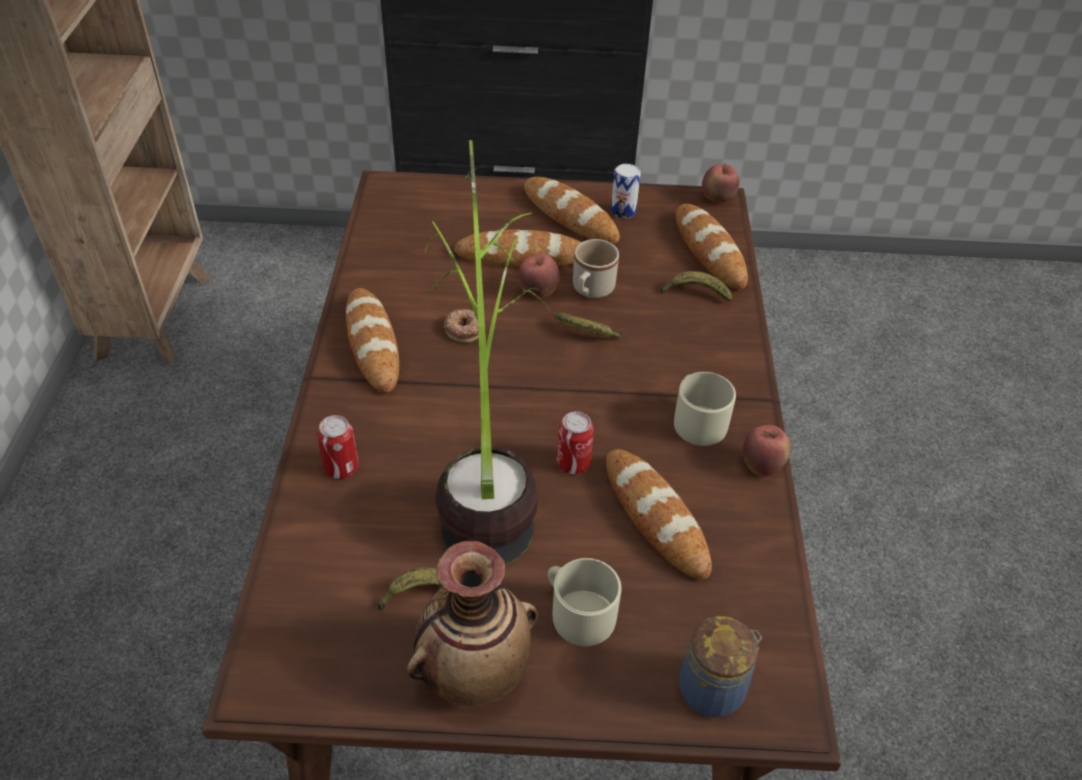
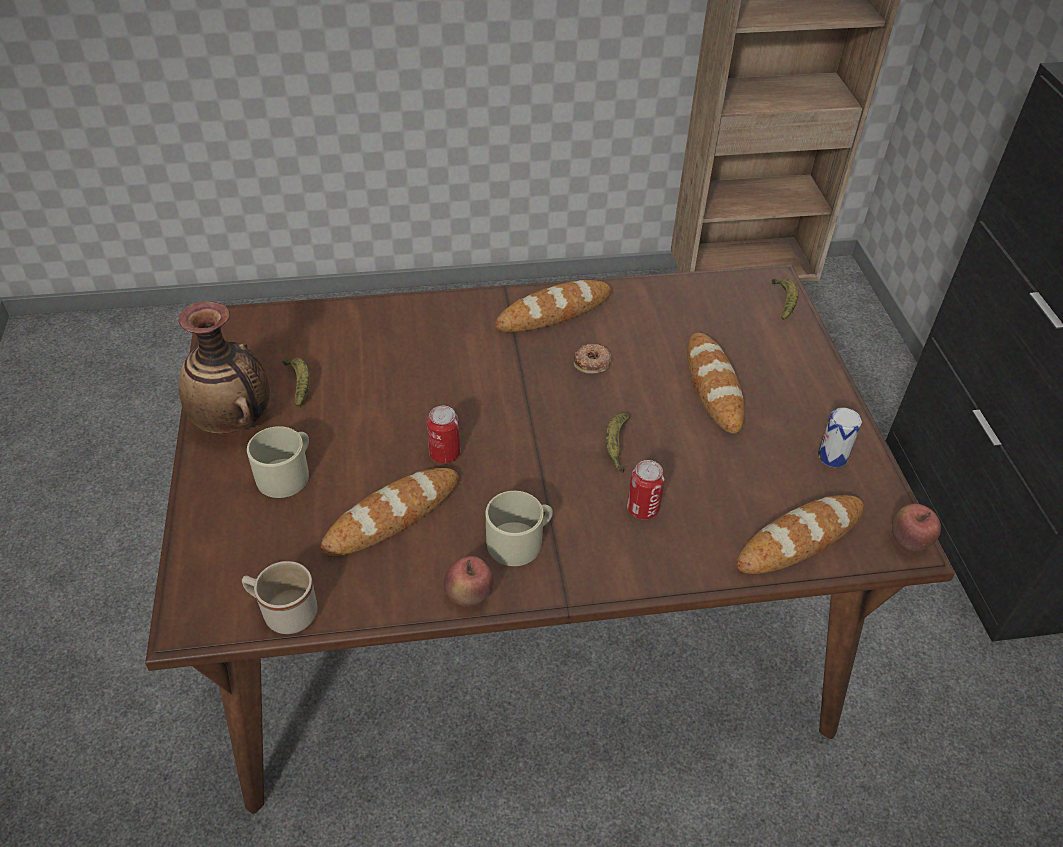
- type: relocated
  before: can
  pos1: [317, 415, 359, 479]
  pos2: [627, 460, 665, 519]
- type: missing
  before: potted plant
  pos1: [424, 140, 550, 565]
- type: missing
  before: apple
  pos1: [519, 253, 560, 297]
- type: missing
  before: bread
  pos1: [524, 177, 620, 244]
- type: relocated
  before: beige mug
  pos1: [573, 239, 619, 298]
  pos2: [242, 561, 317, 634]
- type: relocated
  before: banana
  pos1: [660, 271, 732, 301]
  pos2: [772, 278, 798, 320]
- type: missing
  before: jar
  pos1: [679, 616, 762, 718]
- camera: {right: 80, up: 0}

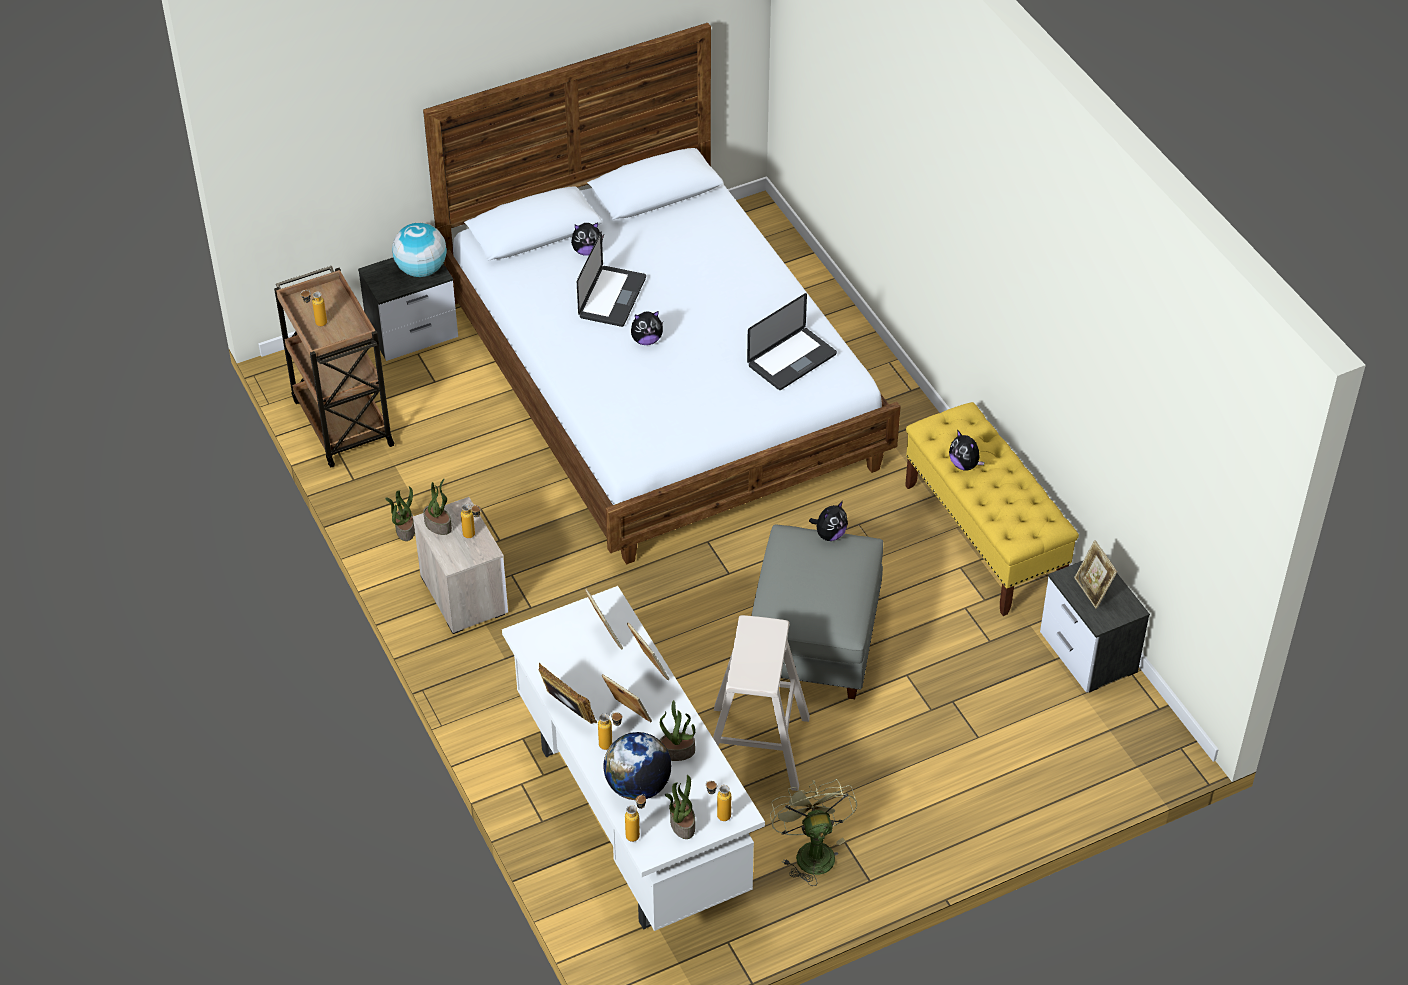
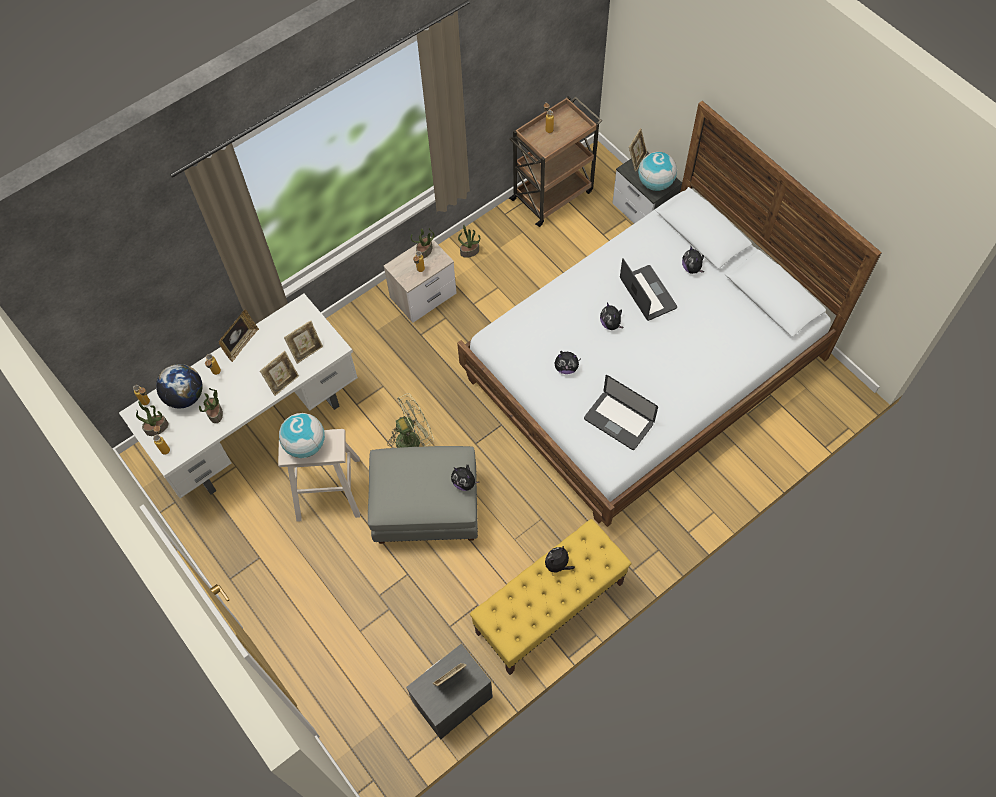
- type: spun
  before: laptop
  pos1: [577, 231, 646, 327]
  pos2: [620, 258, 677, 321]
  turn: -120
- type: relocated
  before: picture frame
  pos1: [602, 674, 652, 722]
  pos2: [629, 128, 647, 172]
- type: relocated
  before: green fan
  pos1: [770, 779, 857, 886]
  pos2: [387, 393, 434, 448]
- type: appeared
  after: globe
  pos2: [279, 413, 325, 458]
- type: appeared
  after: plush toy
  pos2: [554, 351, 580, 374]
- camera: {right: 80, up: 15}

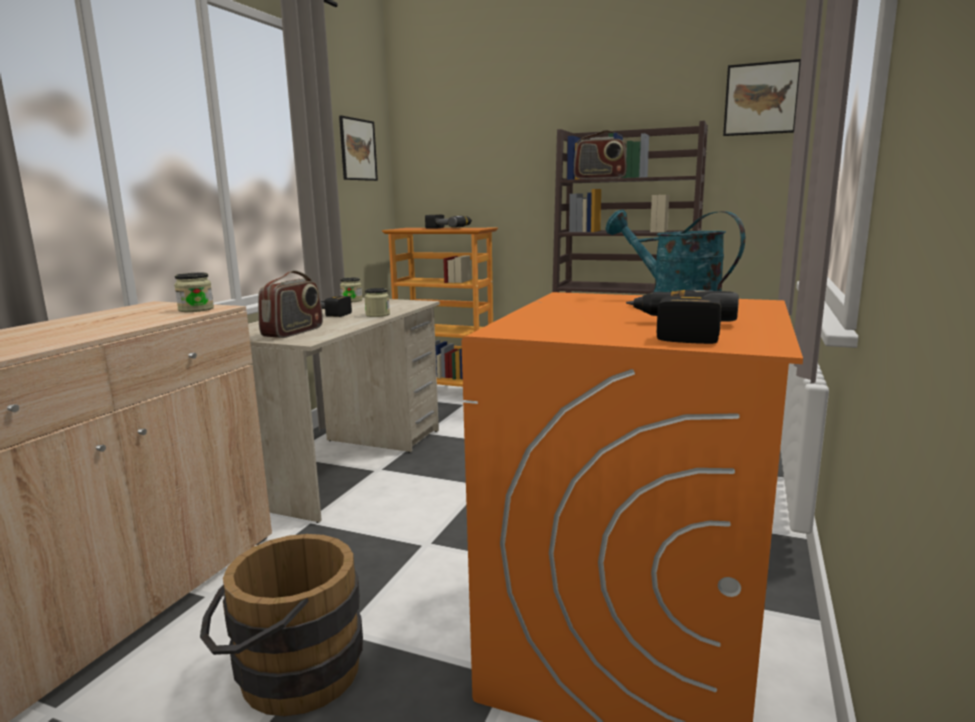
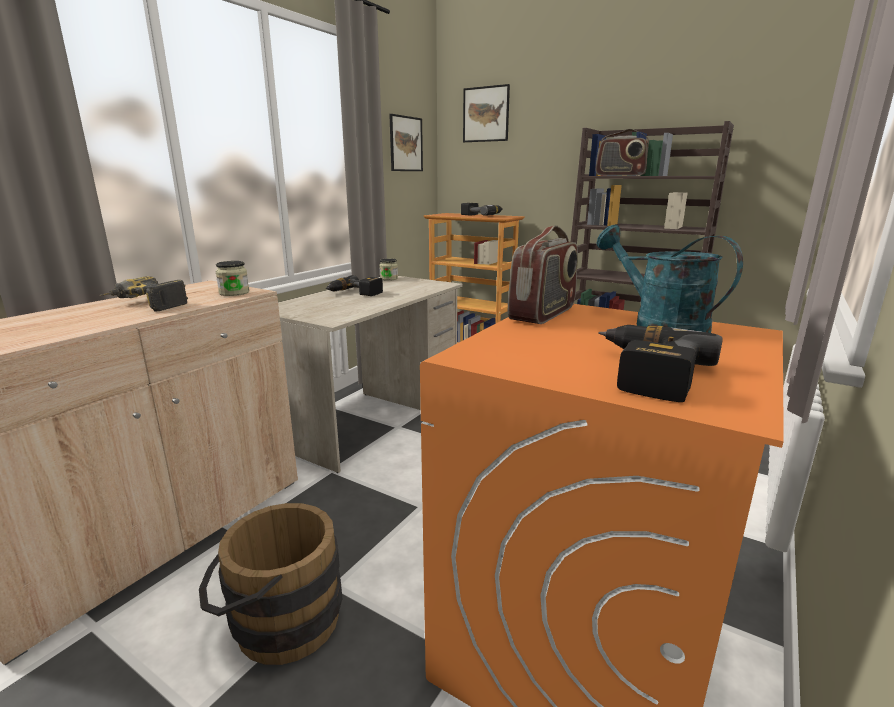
- type: relocated
  before: radio
  pos1: [258, 270, 323, 338]
  pos2: [508, 225, 578, 324]
- type: missing
  before: jar
  pos1: [364, 288, 390, 317]
- type: relocated
  before: picture
  pos1: [723, 59, 801, 136]
  pos2: [463, 84, 510, 142]
- type: appeared
  after: power drill
  pos2: [99, 276, 188, 312]
- camera: {right: 10, up: 5}

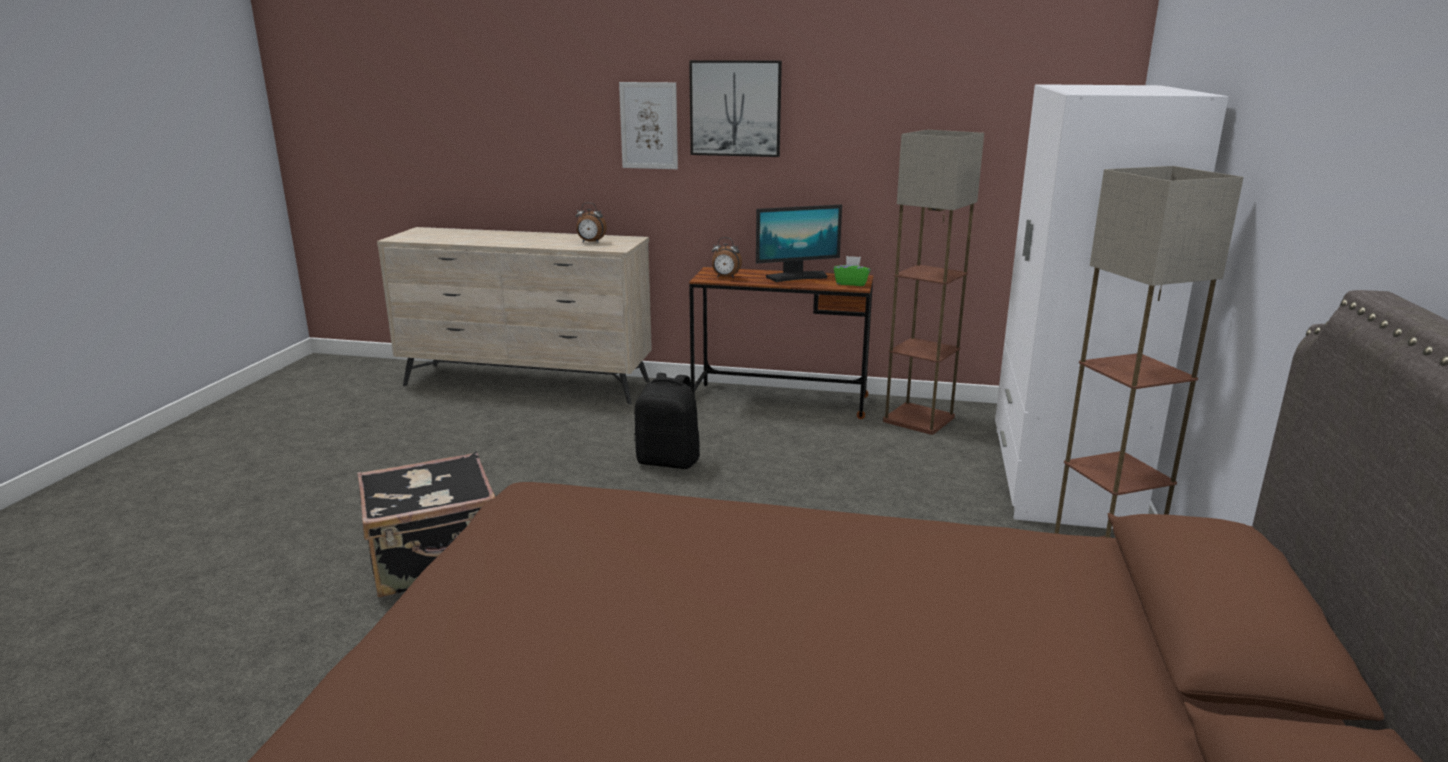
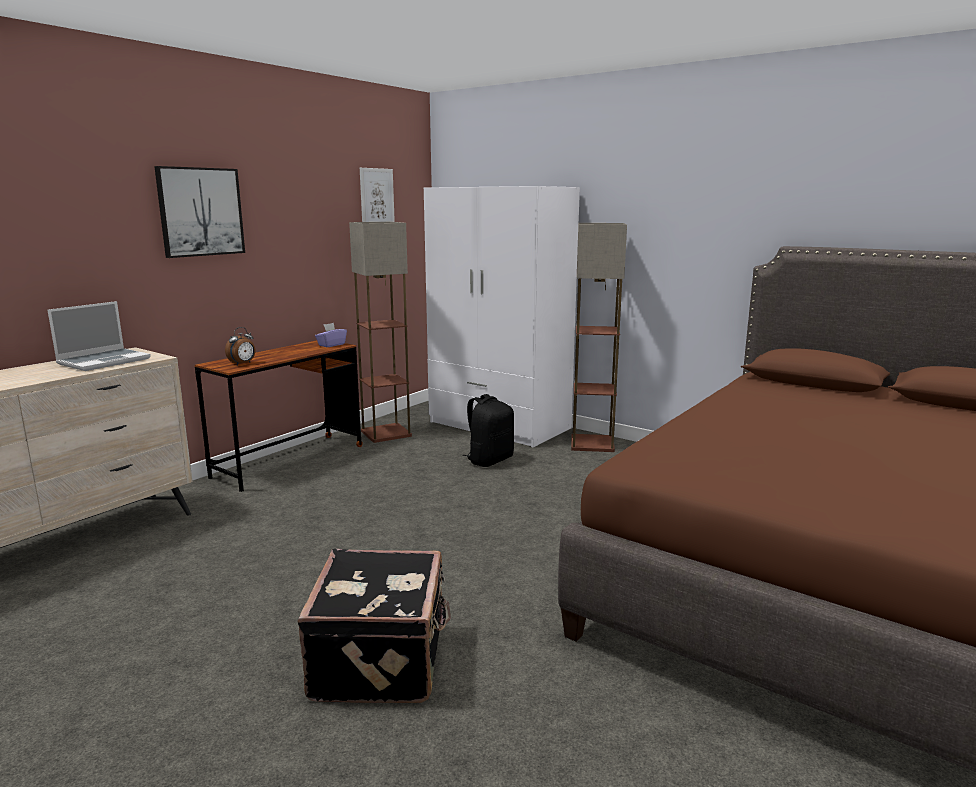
- type: exchanged
  before: alarm clock
  after: laptop
  pos1: [576, 203, 607, 243]
  pos2: [48, 301, 151, 371]
- type: relocated
  before: picture
  pos1: [619, 82, 678, 169]
  pos2: [360, 168, 395, 222]
- type: relocated
  before: black backpack
  pos1: [634, 373, 700, 469]
  pos2: [462, 394, 514, 467]
- type: missing
  before: monitor
  pos1: [756, 204, 842, 282]
- type: colour
  before: green tissue box
  after: purple tissue box
  pos1: [834, 256, 870, 286]
  pos2: [315, 323, 347, 347]
- camera: {right: -65, up: -5}

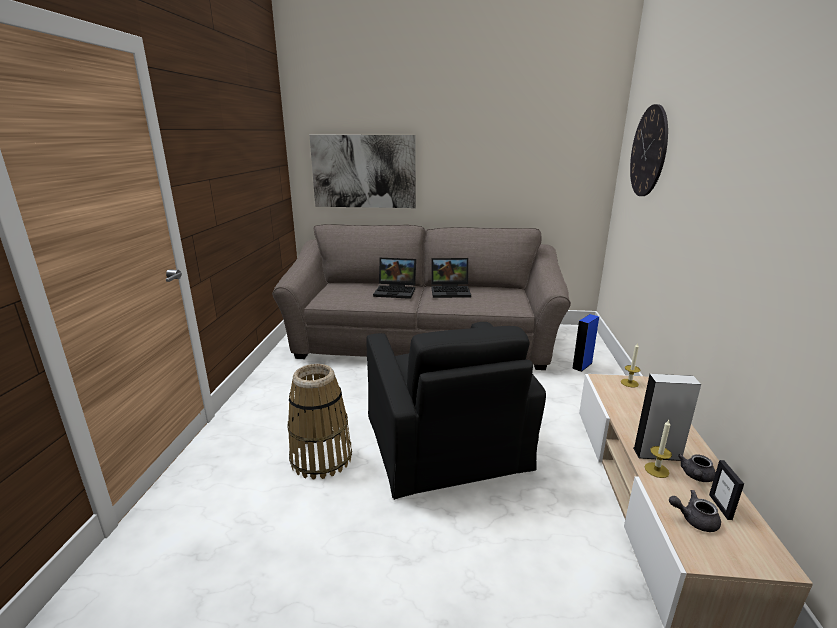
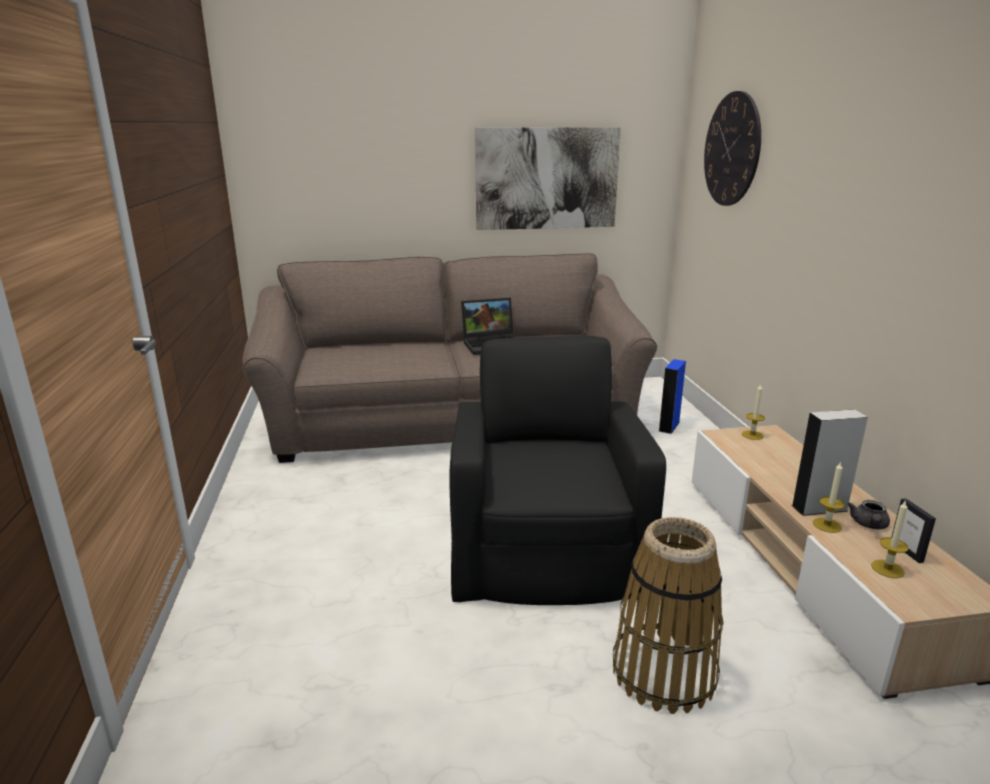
- type: relocated
  before: basket
  pos1: [287, 364, 352, 480]
  pos2: [613, 517, 724, 714]
- type: relocated
  before: picture
  pos1: [310, 135, 416, 208]
  pos2: [475, 127, 621, 230]
- type: spun
  before: black armchair
  pos1: [366, 322, 546, 500]
  pos2: [449, 336, 666, 605]
  turn: -150
- type: missing
  before: laptop
  pos1: [373, 258, 416, 299]
- type: exchanged
  before: grey teapot
  after: candle
  pos1: [669, 490, 721, 532]
  pos2: [871, 500, 909, 578]
- camera: {right: -15, up: 0}

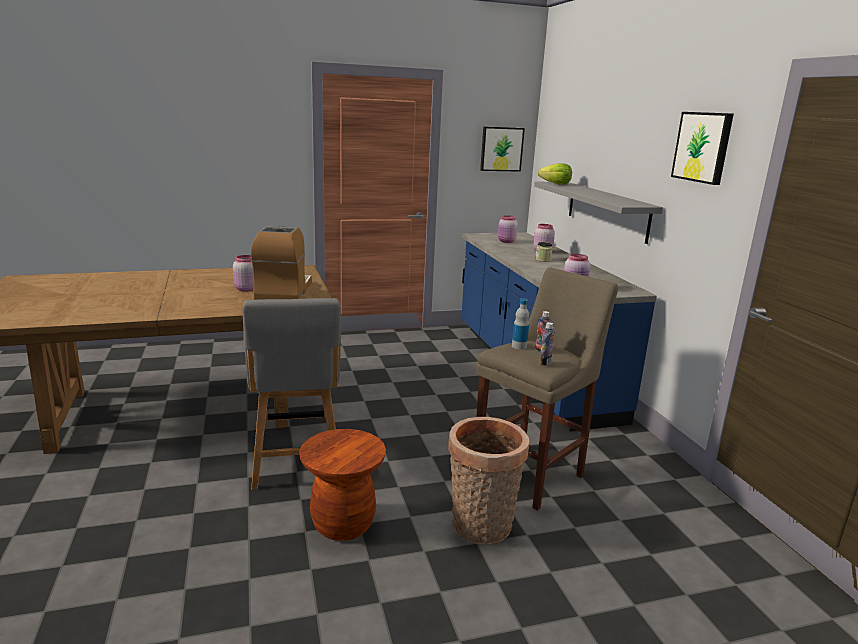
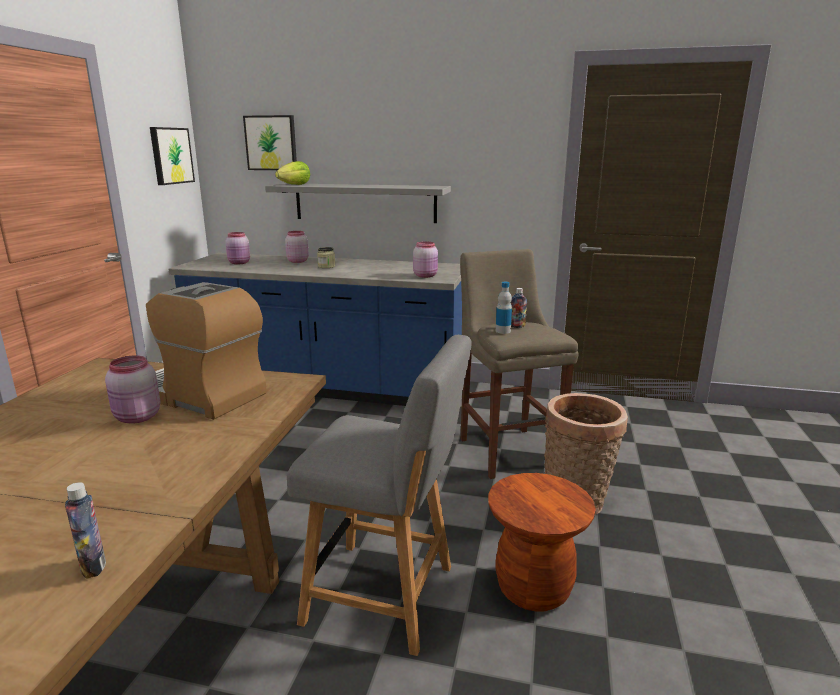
- type: relocated
  before: bottle
  pos1: [539, 322, 555, 366]
  pos2: [65, 482, 106, 579]
- type: relocated
  before: picture
  pos1: [671, 112, 734, 185]
  pos2: [243, 115, 297, 170]
- camera: {right: -60, up: 0}

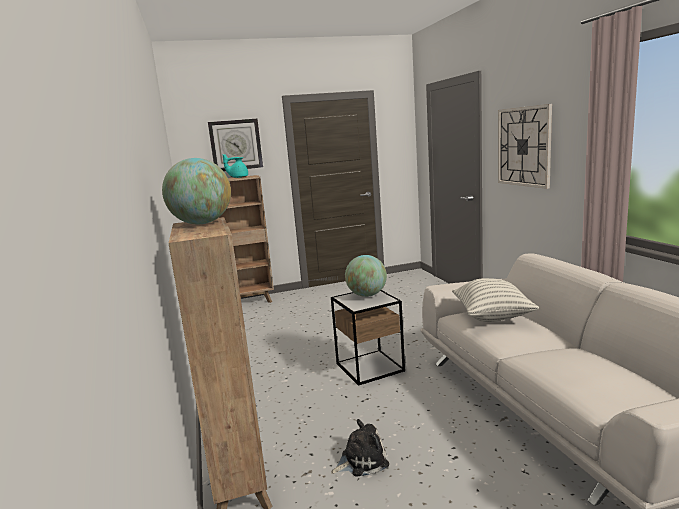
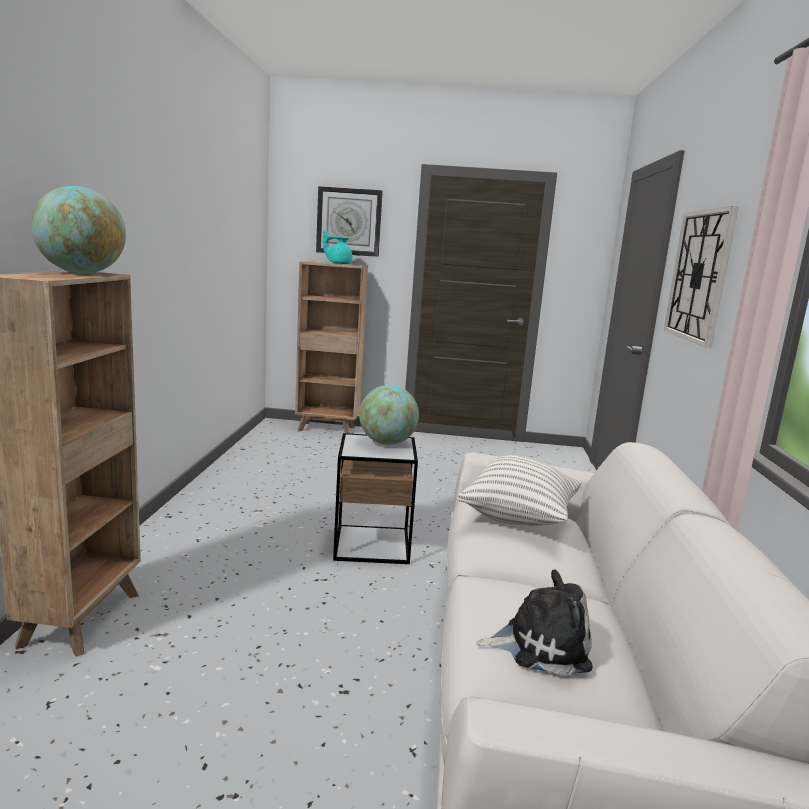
- type: relocated
  before: plush toy
  pos1: [331, 419, 389, 477]
  pos2: [476, 570, 593, 676]
- camera: {right: 20, up: 0}

